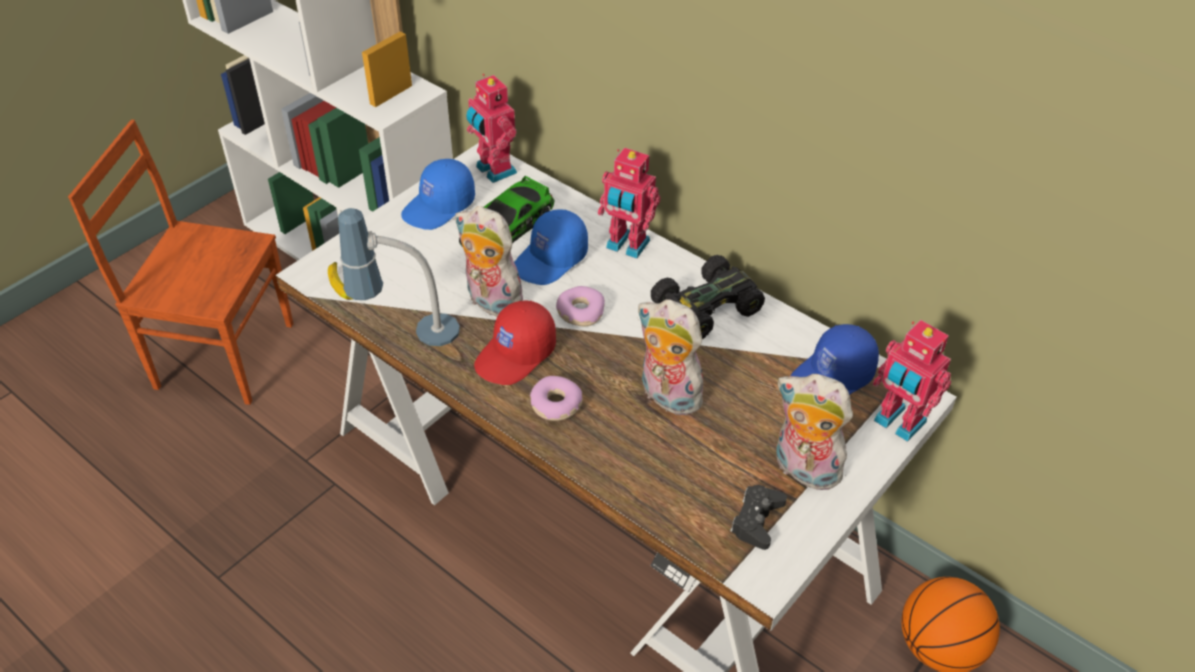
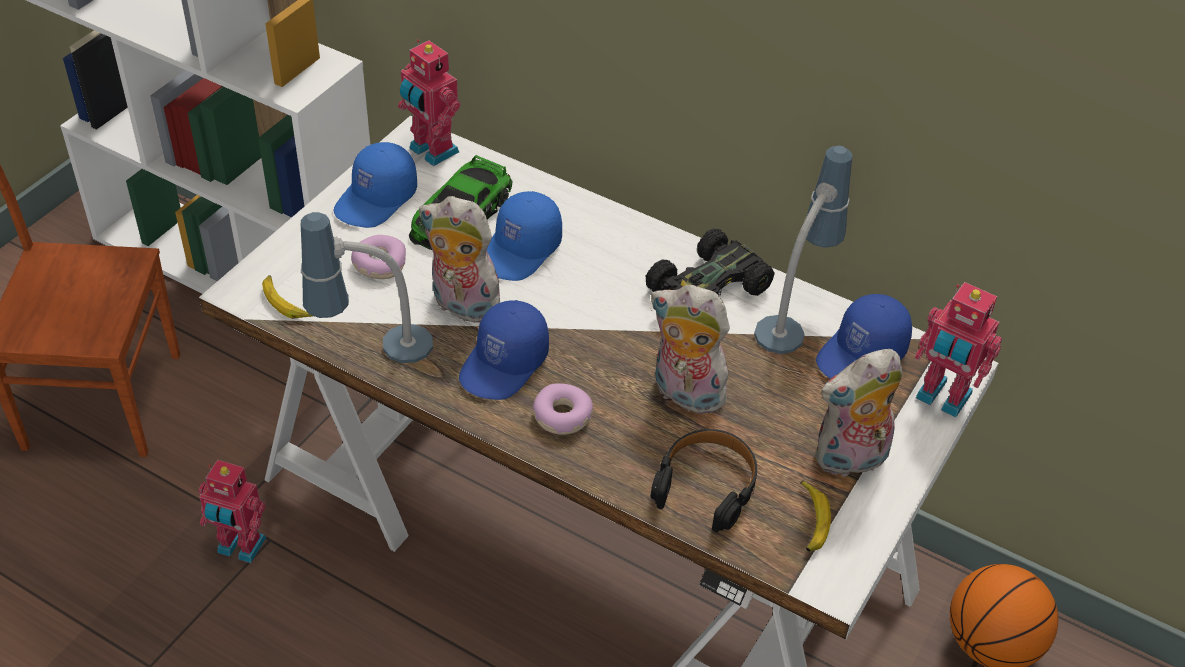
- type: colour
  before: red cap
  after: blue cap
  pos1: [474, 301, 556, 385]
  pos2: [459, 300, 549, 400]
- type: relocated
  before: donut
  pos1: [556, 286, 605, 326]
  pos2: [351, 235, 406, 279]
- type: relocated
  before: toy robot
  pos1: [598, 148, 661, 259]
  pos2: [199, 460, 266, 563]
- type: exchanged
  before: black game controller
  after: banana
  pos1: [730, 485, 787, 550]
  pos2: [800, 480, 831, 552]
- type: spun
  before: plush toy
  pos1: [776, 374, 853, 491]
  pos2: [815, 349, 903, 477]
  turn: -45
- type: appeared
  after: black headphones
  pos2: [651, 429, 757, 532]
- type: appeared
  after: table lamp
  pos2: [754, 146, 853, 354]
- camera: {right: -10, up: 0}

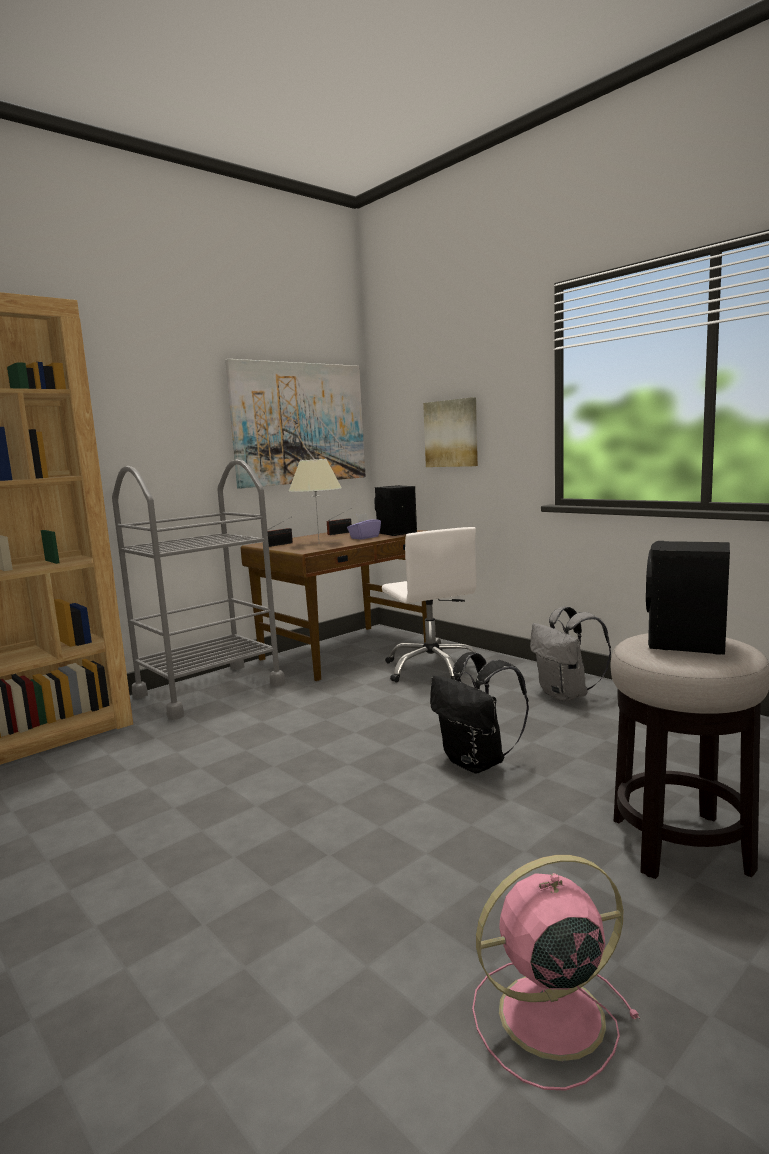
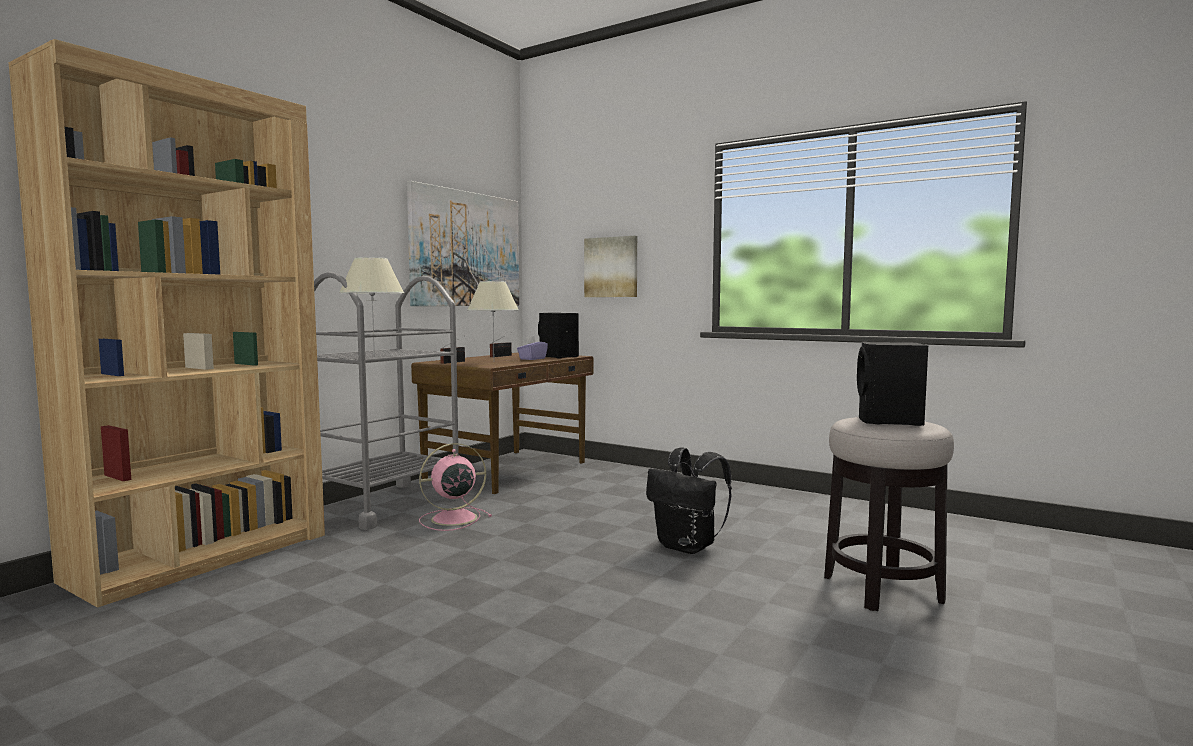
- type: missing
  before: white office chair
  pos1: [382, 527, 477, 682]
- type: relocated
  before: pink fan
  pos1: [472, 855, 640, 1091]
  pos2: [419, 443, 492, 531]
- type: missing
  before: grey backpack
  pos1: [530, 606, 611, 701]
- type: appeared
  after: beige table lamp
  pos2: [339, 257, 404, 357]
- camera: {right: -15, up: -5}

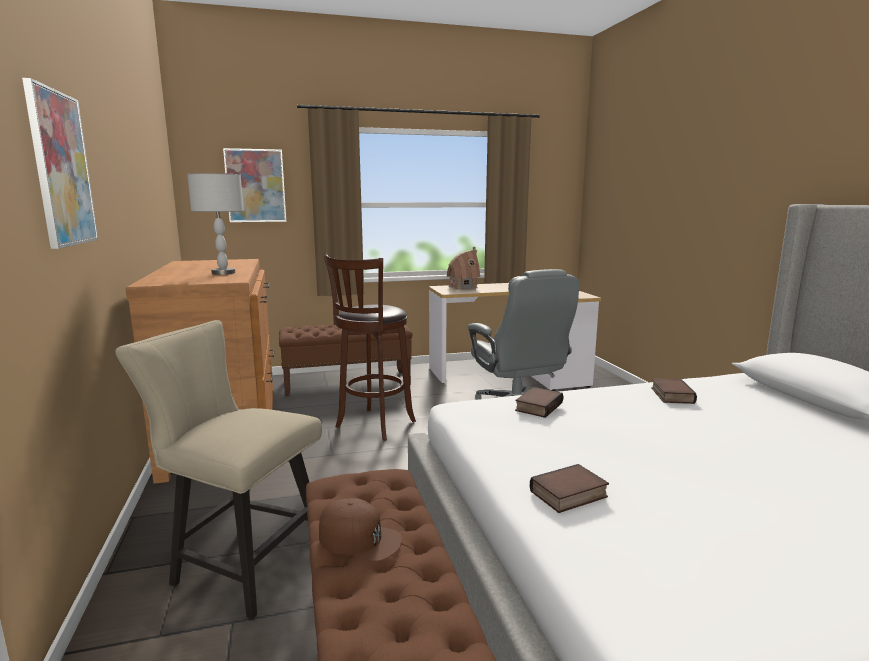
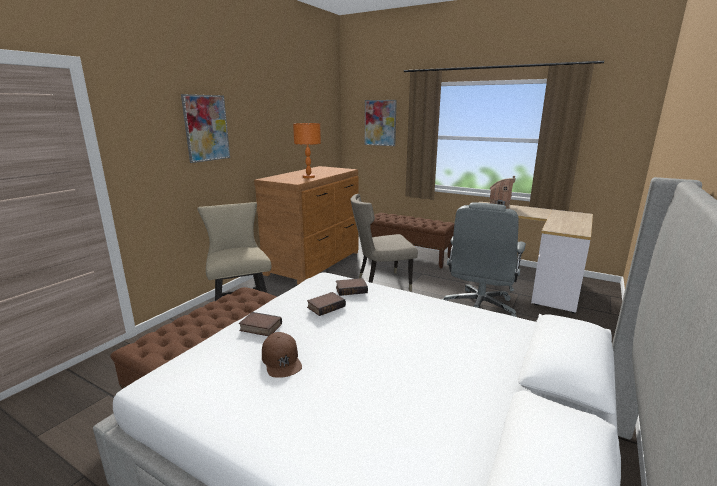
- type: colour
  before: grey table lamp
  after: orange table lamp
  pos1: [187, 173, 244, 275]
  pos2: [293, 123, 321, 178]
- type: relocated
  before: brown cap
  pos1: [319, 498, 402, 562]
  pos2: [262, 332, 302, 378]
- type: exchanged
  before: brown stool
  after: beige chair
  pos1: [324, 254, 416, 441]
  pos2: [350, 194, 418, 291]
- type: relocated
  before: book
  pos1: [651, 378, 697, 404]
  pos2: [307, 292, 346, 316]
- camera: {right: 45, up: 5}

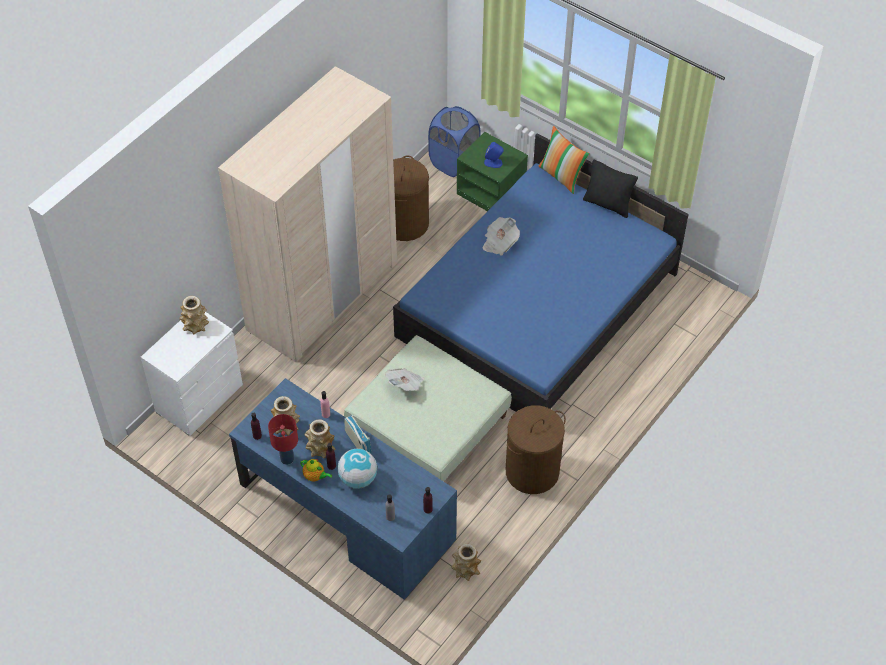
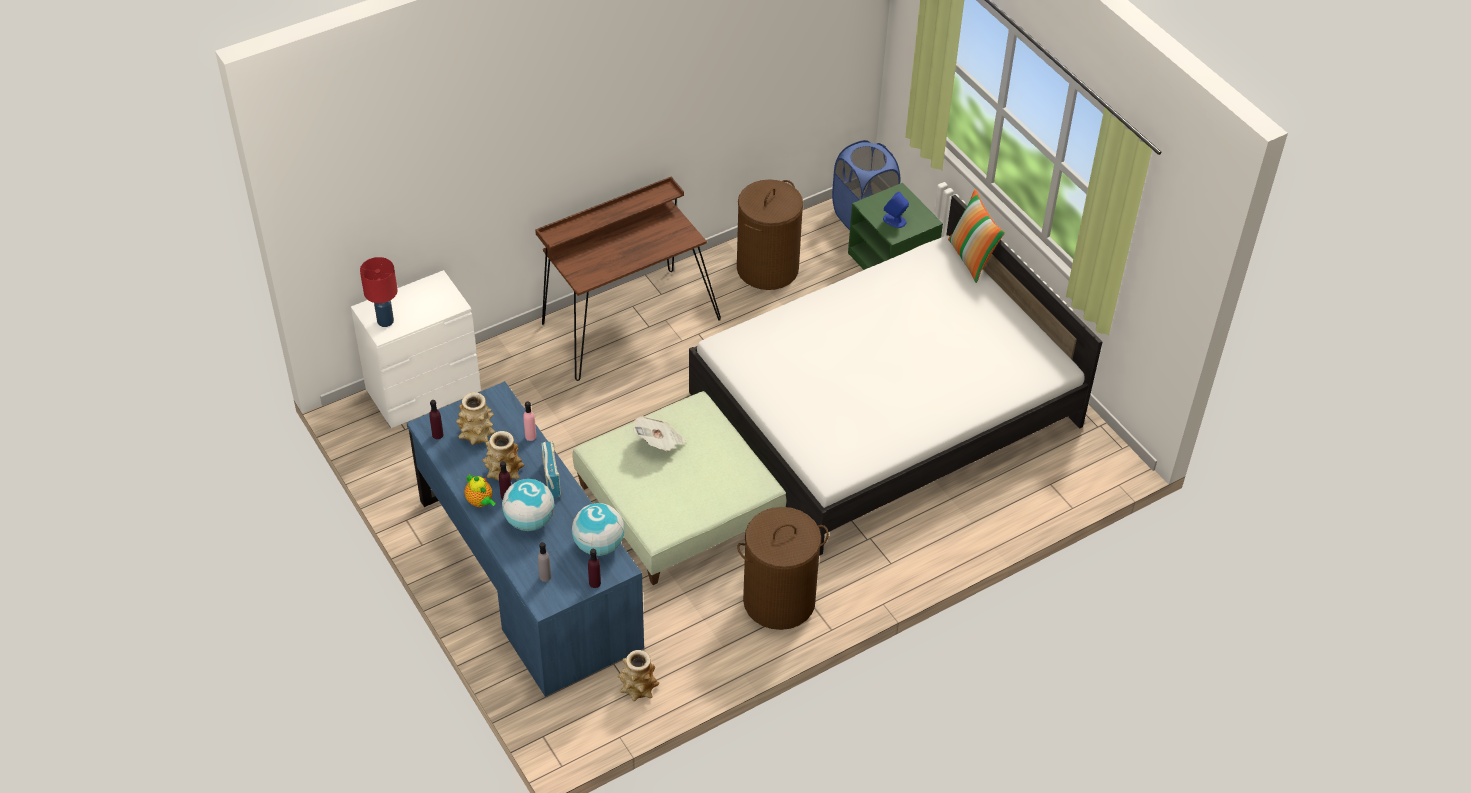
- type: missing
  before: vase
  pos1: [179, 296, 209, 334]
- type: exchanged
  before: beige wardrobe
  after: brown desk
  pos1: [218, 66, 397, 362]
  pos2: [535, 177, 721, 381]
- type: relocated
  before: red table lamp
  pos1: [268, 414, 298, 465]
  pos2: [360, 257, 398, 327]
- type: colour
  before: blue bed
  after: white bed
  pos1: [393, 133, 689, 412]
  pos2: [689, 195, 1103, 556]
- type: missing
  before: newspaper
  pos1: [483, 217, 520, 255]
- type: missing
  before: black pillow
  pos1: [583, 160, 638, 218]
- type: appeared
  after: globe
  pos2: [572, 503, 625, 556]
- camera: {right: 20, up: -5}

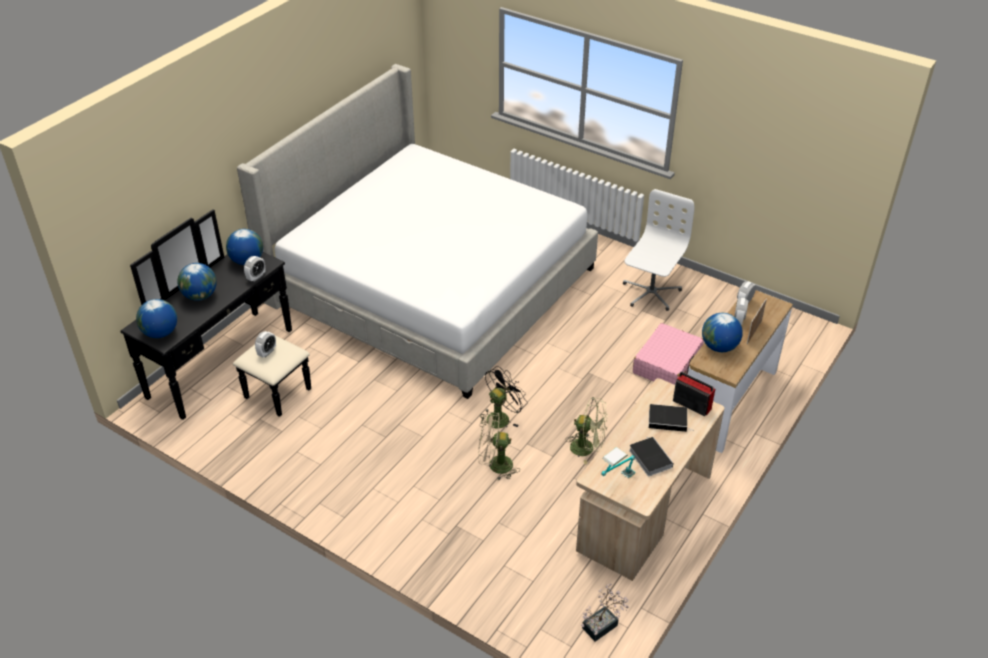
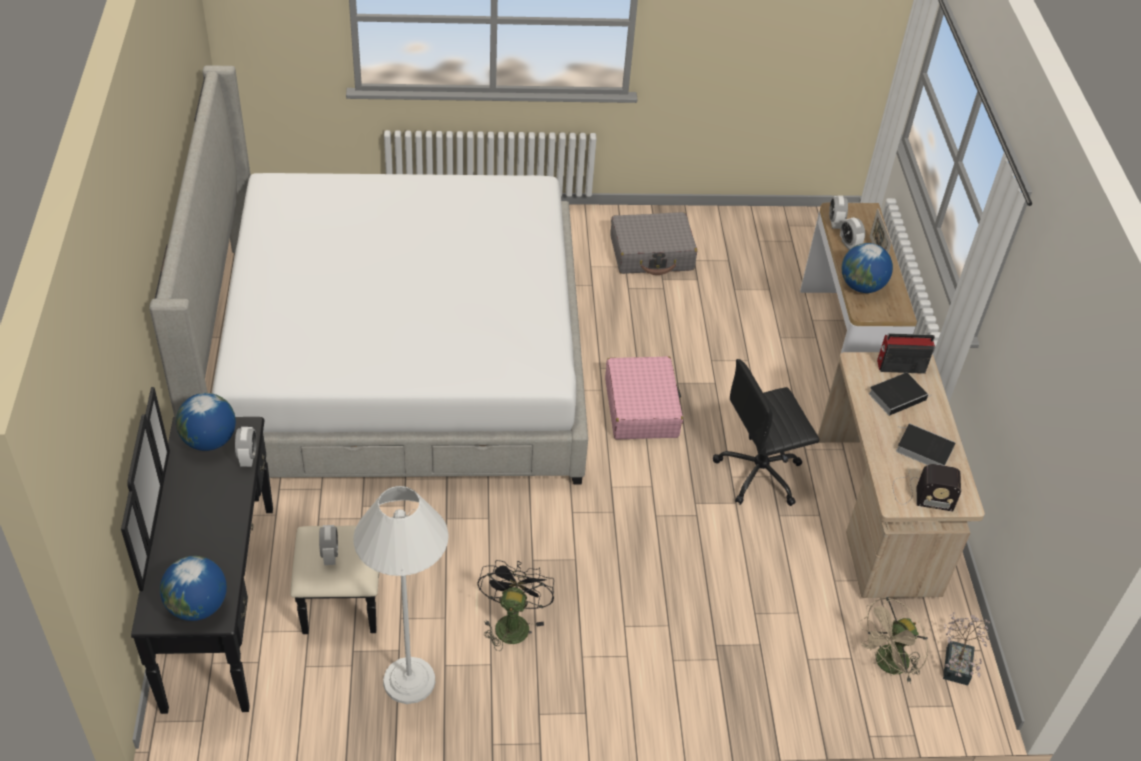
- type: missing
  before: globe
  pos1: [177, 263, 217, 301]
- type: relocated
  before: beige fan
  pos1: [479, 412, 520, 480]
  pos2: [858, 597, 928, 684]
- type: relocated
  before: black fan
  pos1: [480, 366, 528, 429]
  pos2: [478, 560, 554, 651]
- type: exchanged
  before: green fan
  after: black office chair
  pos1: [565, 397, 608, 464]
  pos2: [713, 359, 820, 506]
- type: exchanged
  before: table lamp
  after: radio
  pos1: [601, 447, 636, 479]
  pos2: [893, 464, 961, 512]
- type: exchanged
  before: white office chair
  after: grey suitcase
  pos1: [623, 189, 695, 311]
  pos2: [610, 212, 697, 275]
- type: relocated
  before: pink suitcase
  pos1: [633, 323, 704, 385]
  pos2: [605, 356, 683, 439]
- type: appeared
  after: white floor lamp
  pos2: [353, 486, 449, 704]
- camera: {right: -40, up: 5}

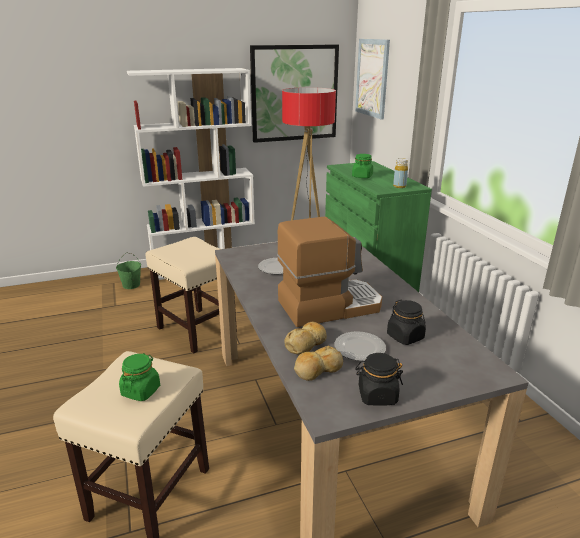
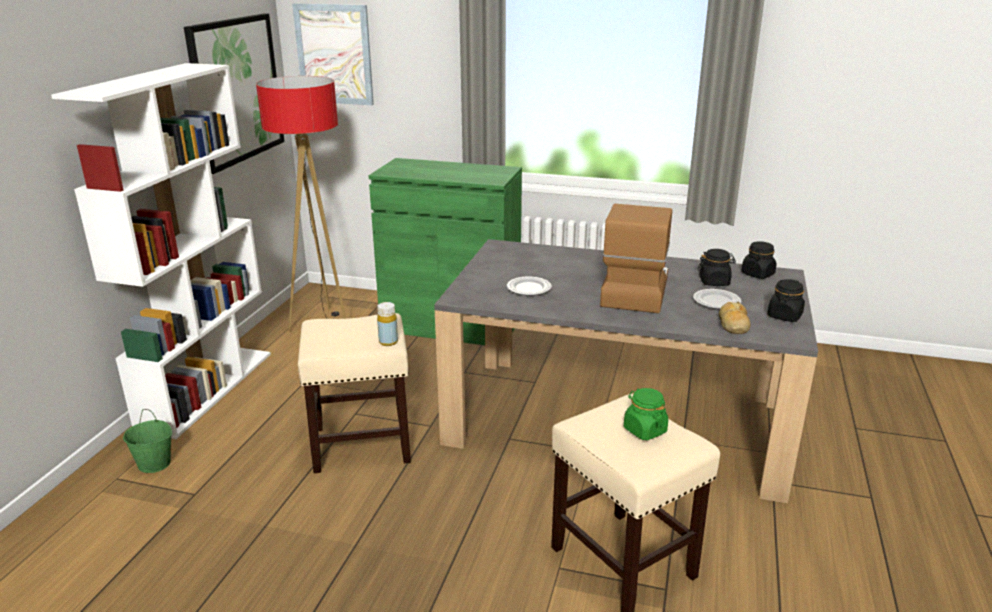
- type: missing
  before: bread
  pos1: [284, 322, 327, 354]
- type: missing
  before: green jar
  pos1: [352, 154, 373, 178]
- type: relocated
  before: yellow bottle
  pos1: [393, 158, 408, 188]
  pos2: [377, 302, 398, 346]
- type: appeared
  after: black jar
  pos2: [742, 241, 777, 279]
- camera: {right: -55, up: 0}

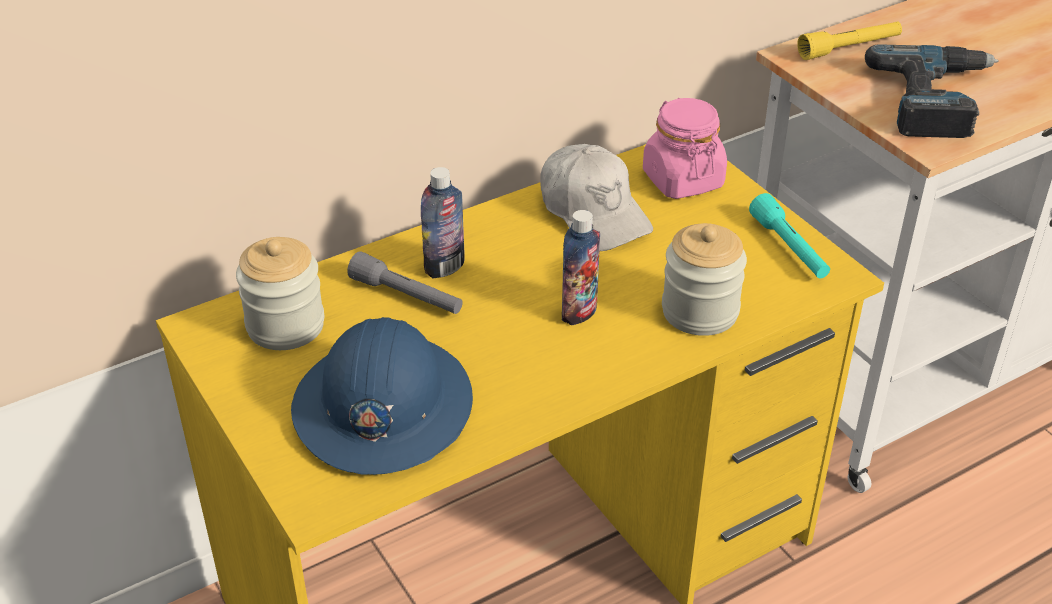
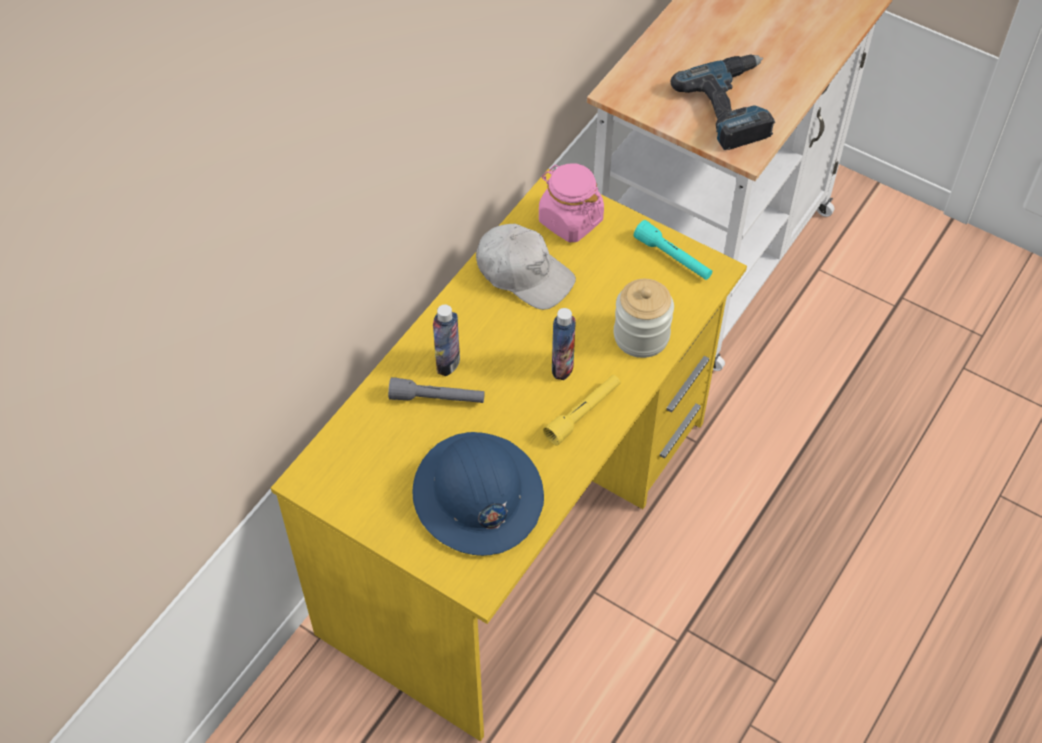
- type: missing
  before: jar
  pos1: [236, 237, 324, 350]
- type: relocated
  before: yellow flashlight
  pos1: [797, 22, 902, 60]
  pos2: [543, 375, 620, 445]
- camera: {right: -25, up: 15}

